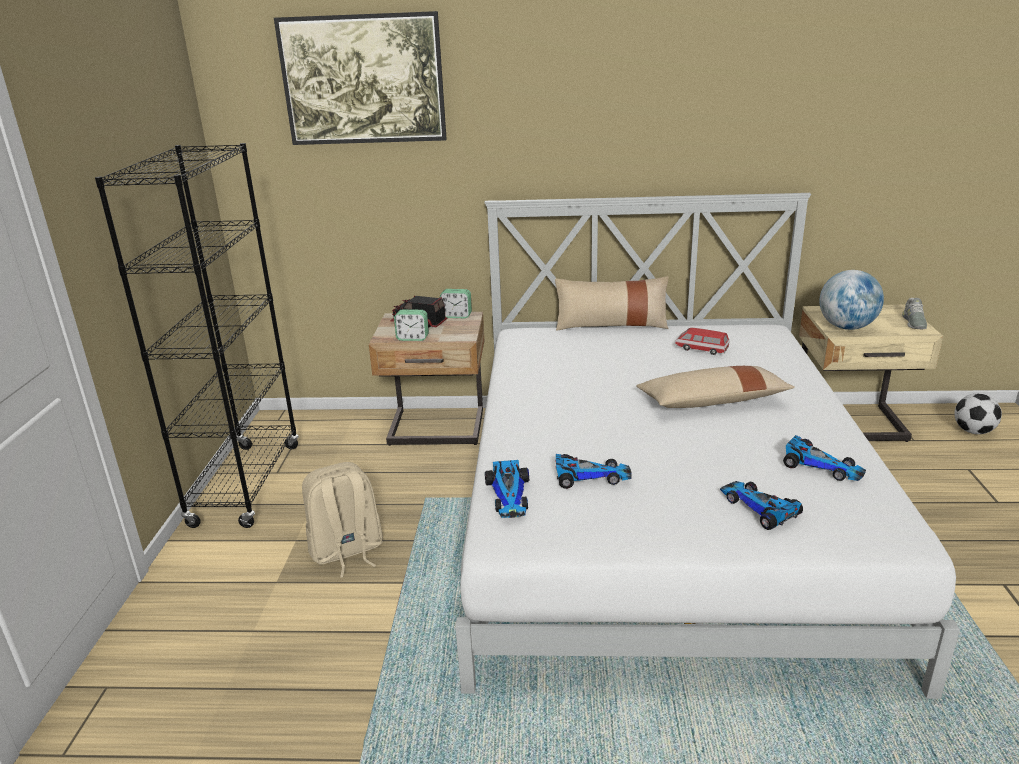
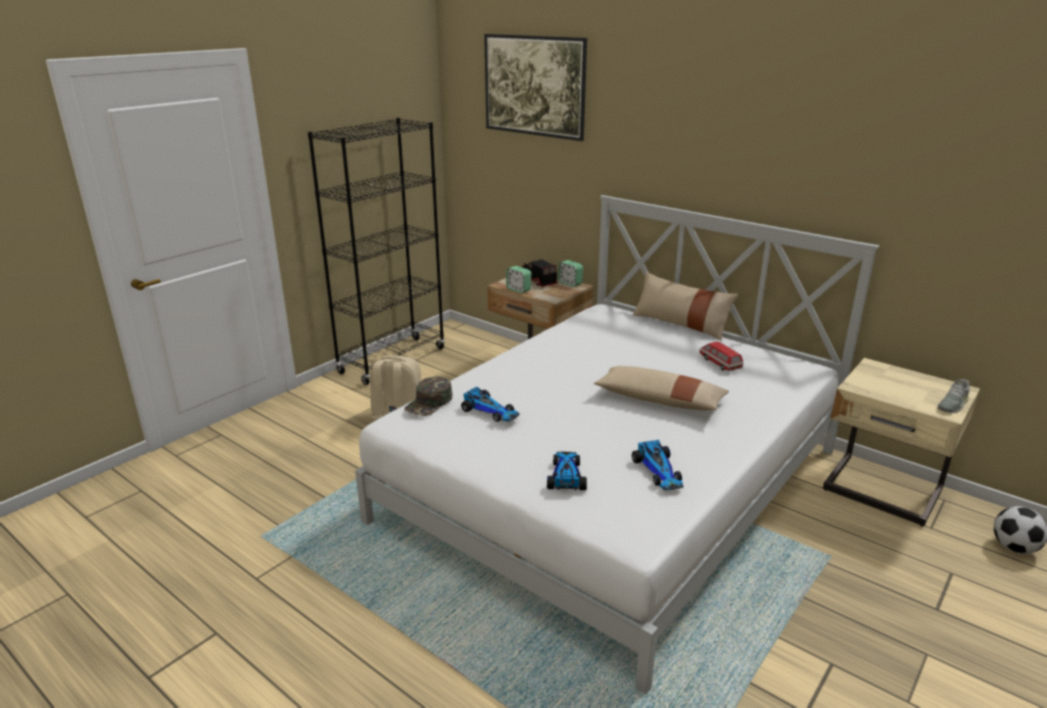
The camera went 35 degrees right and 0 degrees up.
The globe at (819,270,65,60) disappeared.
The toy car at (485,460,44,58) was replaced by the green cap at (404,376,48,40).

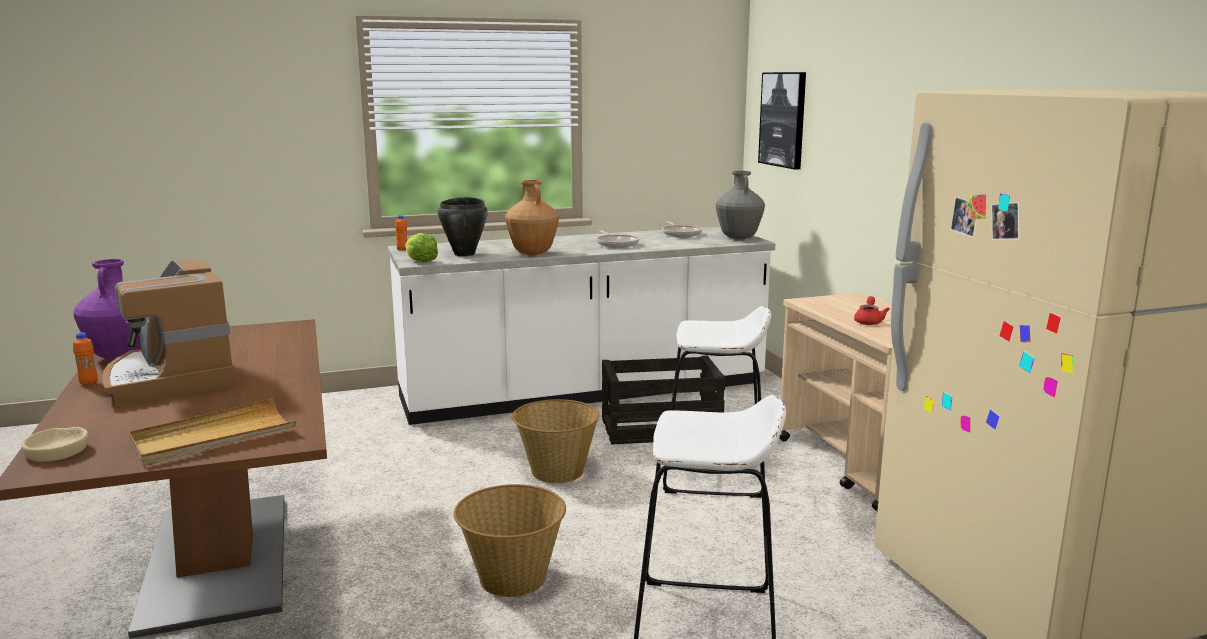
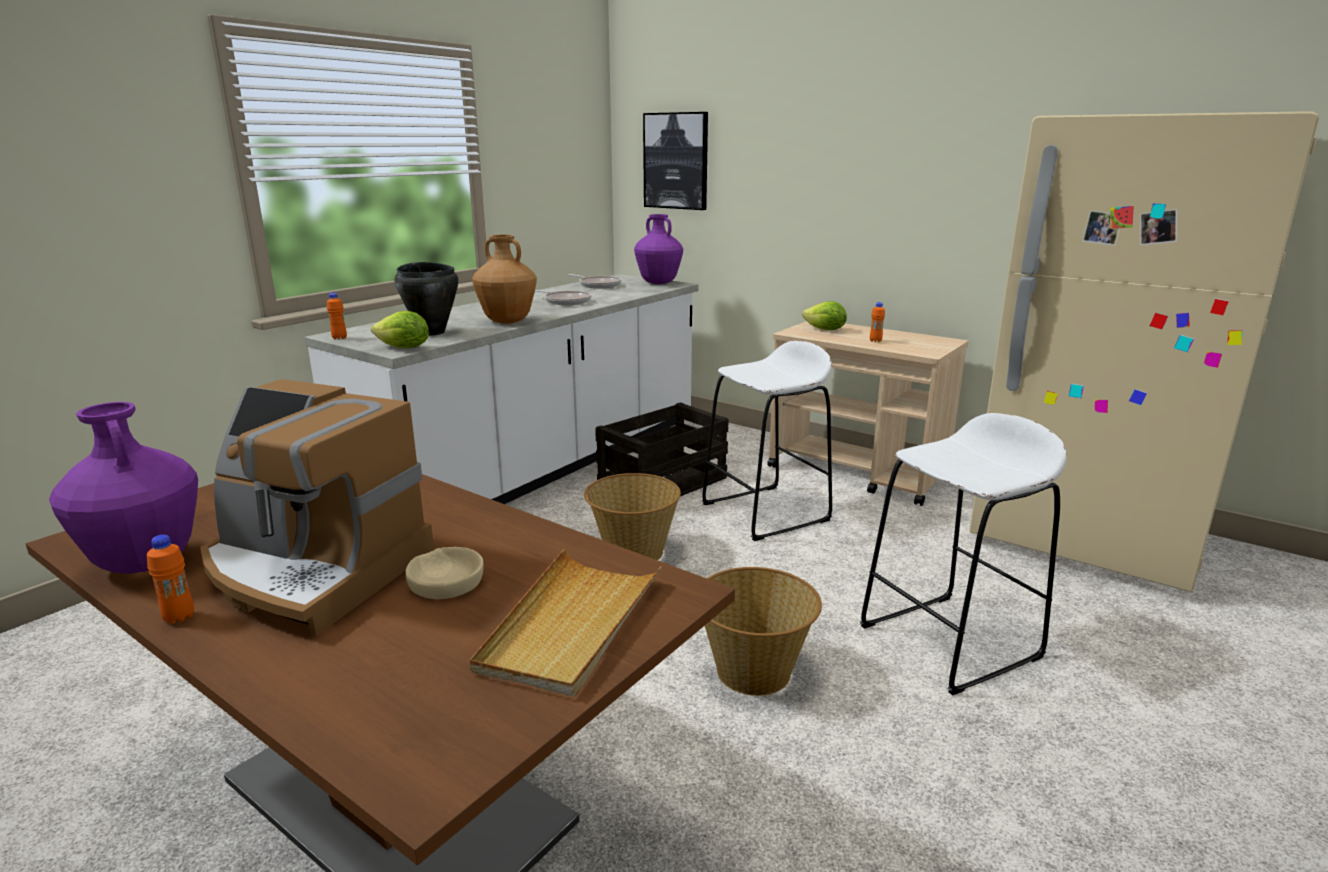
The camera went 35 degrees left and 5 degrees up.
The lettuce at (802,301,45,29) appeared.
The beige bowl moved from (22,427,66,35) to (405,547,79,52).
The red teapot at (854,296,36,29) was replaced by the orange bottle at (870,302,15,40).
The grey vase at (716,171,49,68) became the purple vase at (634,214,49,70).

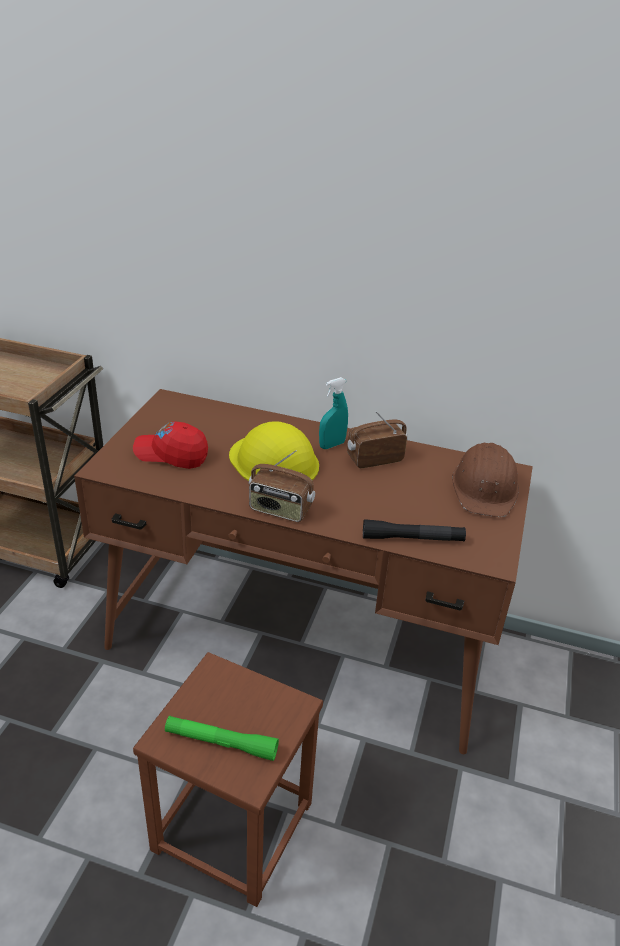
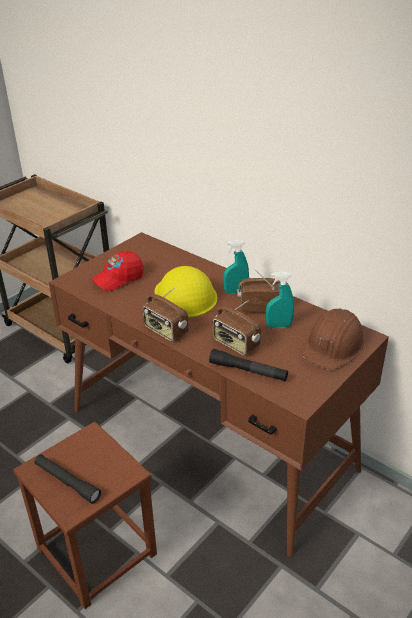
The camera went 25 degrees right and 0 degrees up.
The radio at (213,300,48,56) appeared.
The turquoise spray bottle at (266,272,28,56) appeared.
The green flashlight at (165,716,114,45) became the black flashlight at (35,454,66,50).
The red cap at (133,421,75,48) turned 75 degrees counterclockwise.

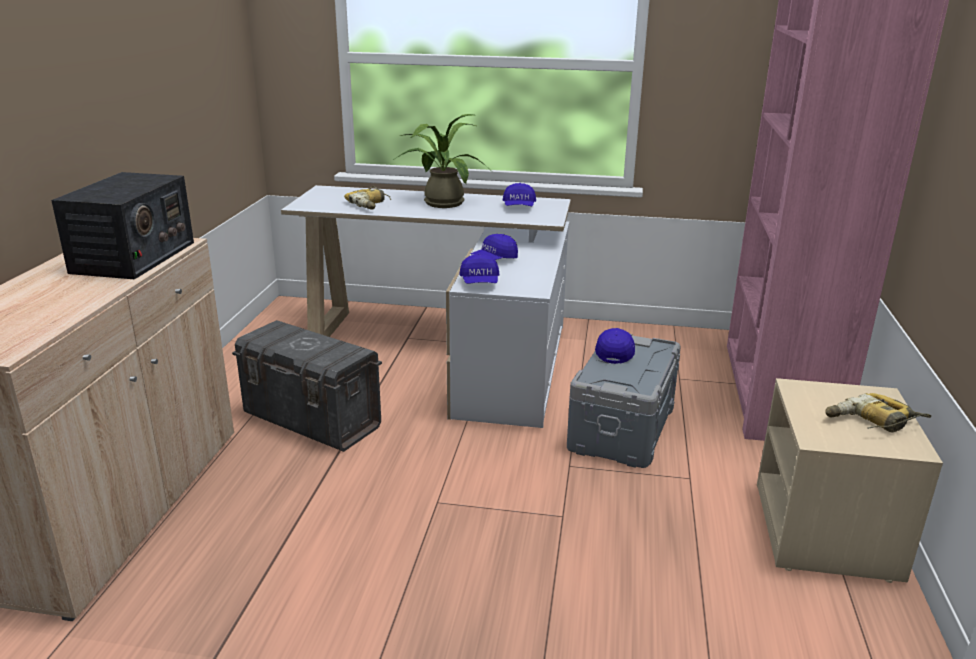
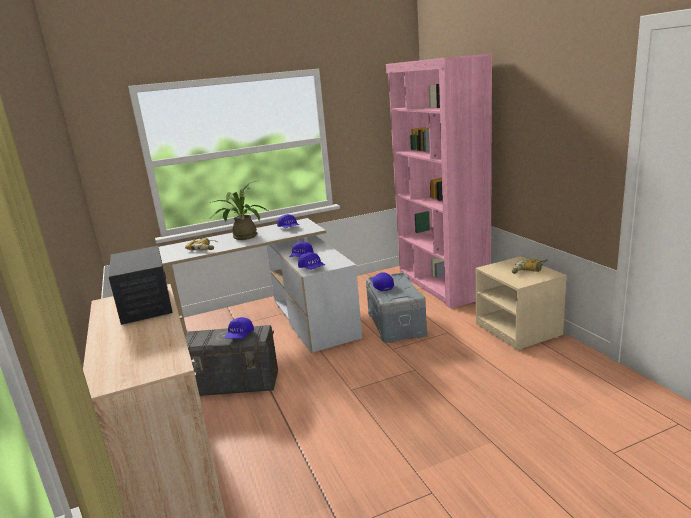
The camera went 30 degrees left and 5 degrees down.
The blue cap at (225,317,29,22) appeared.

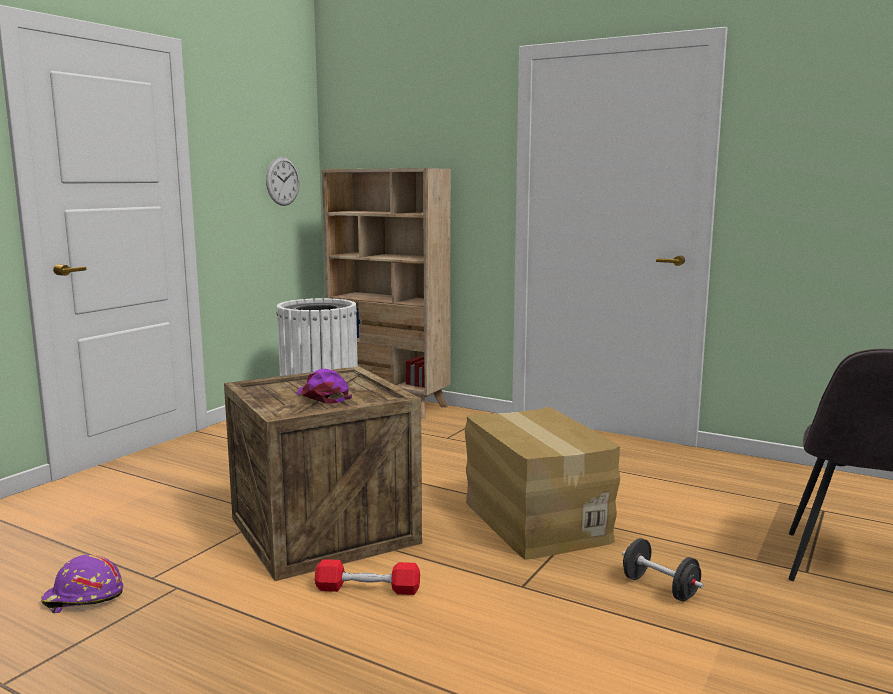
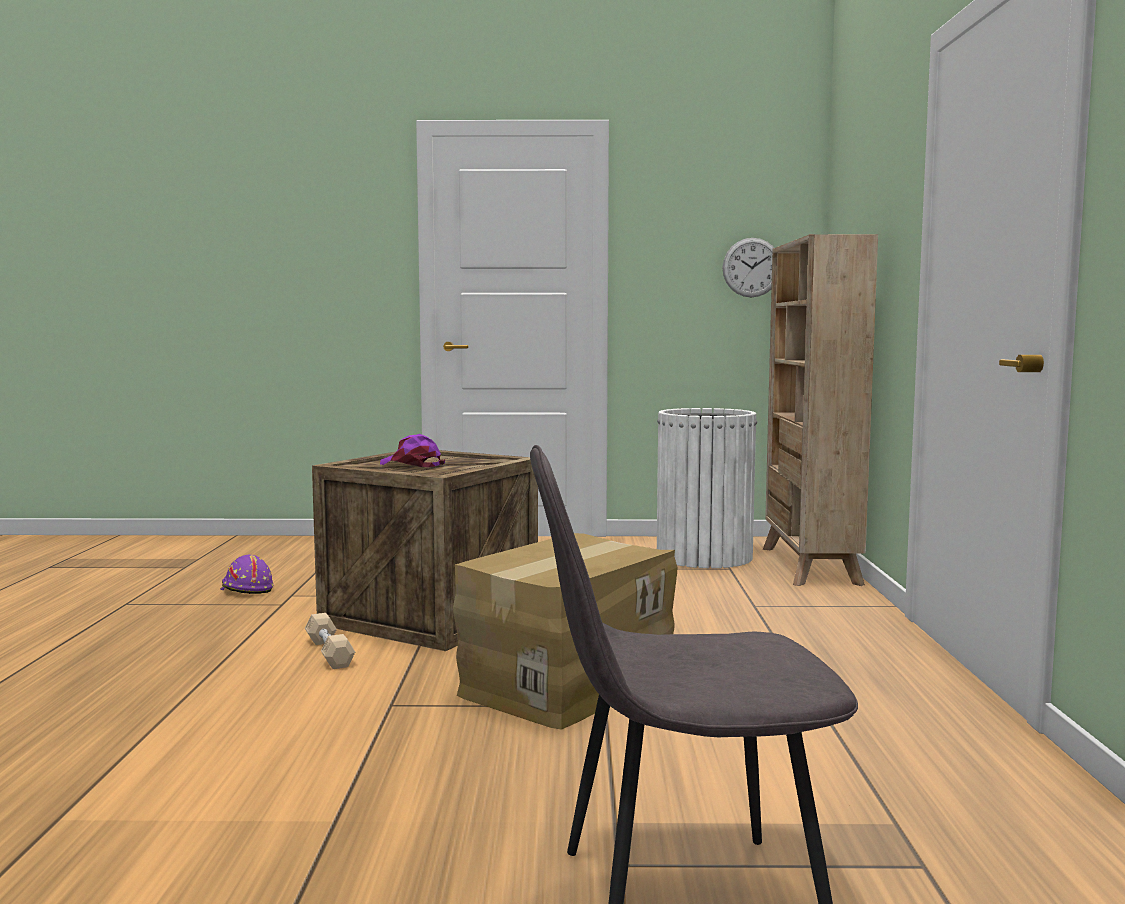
The camera went 60 degrees right and 5 degrees down.
The black dumbbell at (622,538,82,64) disappeared.
The red dumbbell at (315,559,105,36) became the beige dumbbell at (305,613,50,56).
The purple cap at (297,369,55,35) turned 75 degrees counterclockwise.

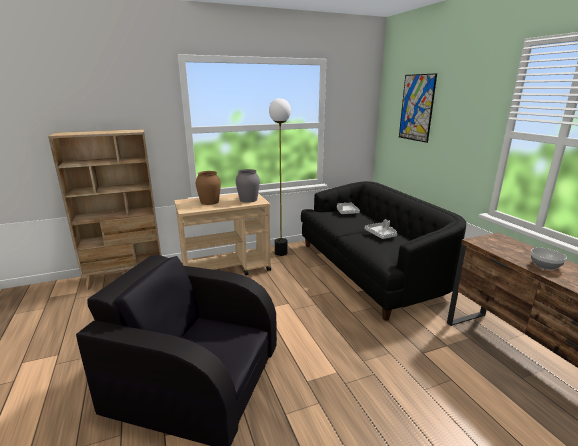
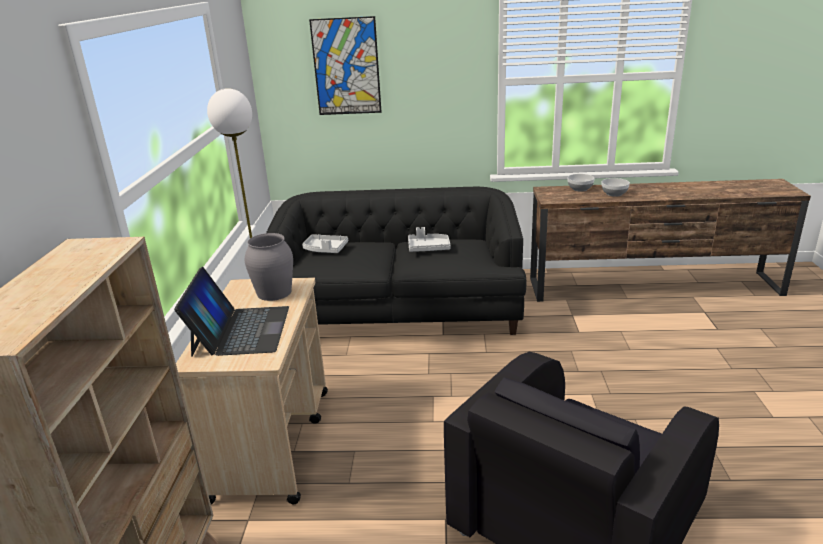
The camera went 65 degrees left and 5 degrees up.
The bowl at (567,174,27,18) appeared.
The brown vase at (196,171,25,34) was replaced by the laptop at (174,267,115,90).

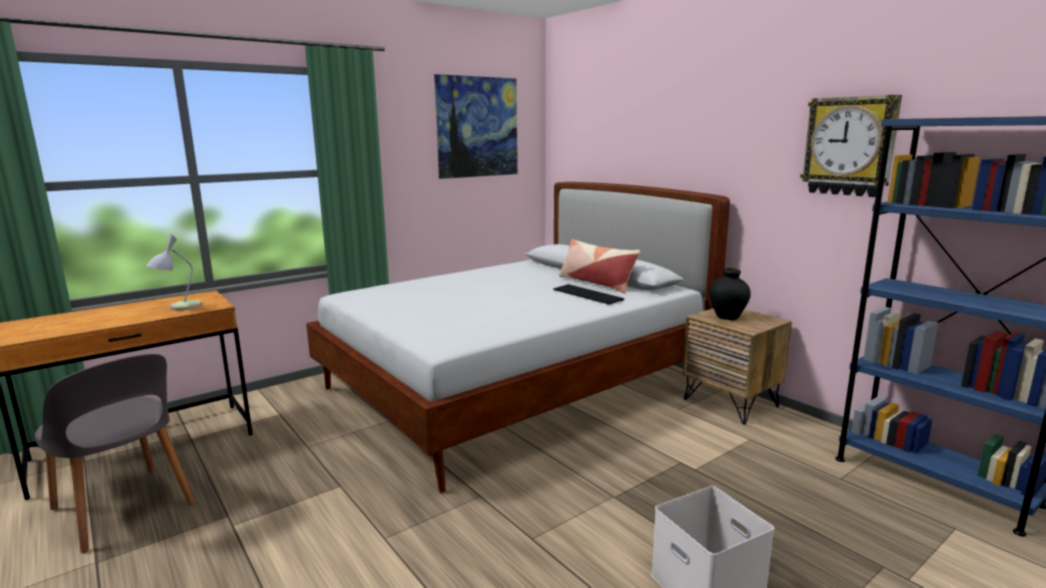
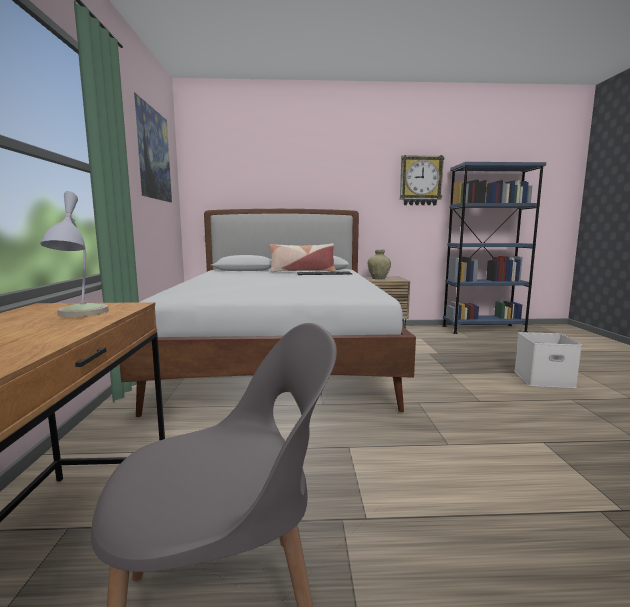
The camera went 55 degrees left and 5 degrees down.
The black vase at (709,268,42,52) became the beige vase at (368,250,23,29).

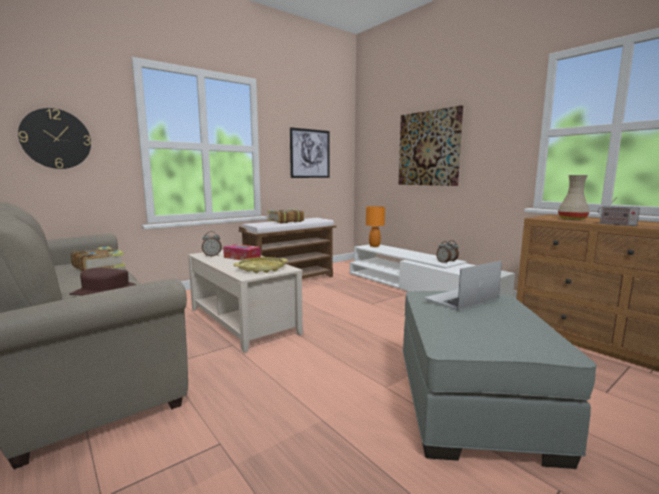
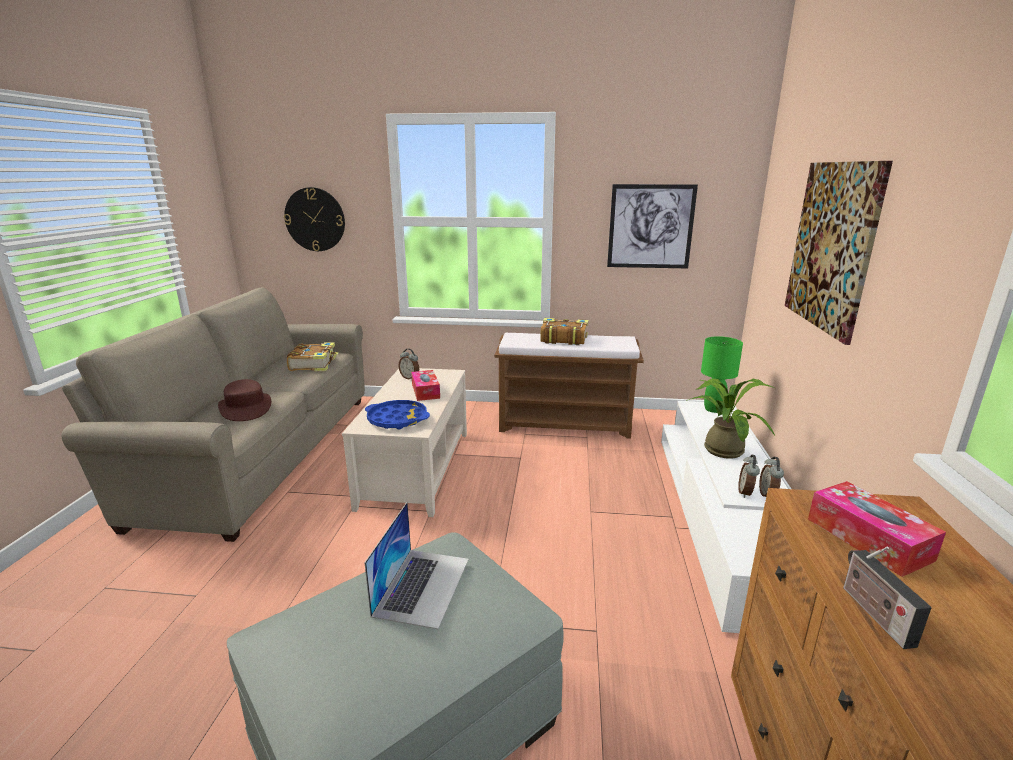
The camera went 45 degrees right and 10 degrees up.
The potted plant at (686,379,89,80) appeared.
The beige vase at (558,175,32,45) was replaced by the tissue box at (808,481,138,96).
The yellow tray at (234,257,54,16) became the blue tray at (365,400,65,29).
The orange table lamp at (366,206,19,41) became the green table lamp at (701,336,42,77).
The laptop at (424,260,78,50) turned 90 degrees clockwise.

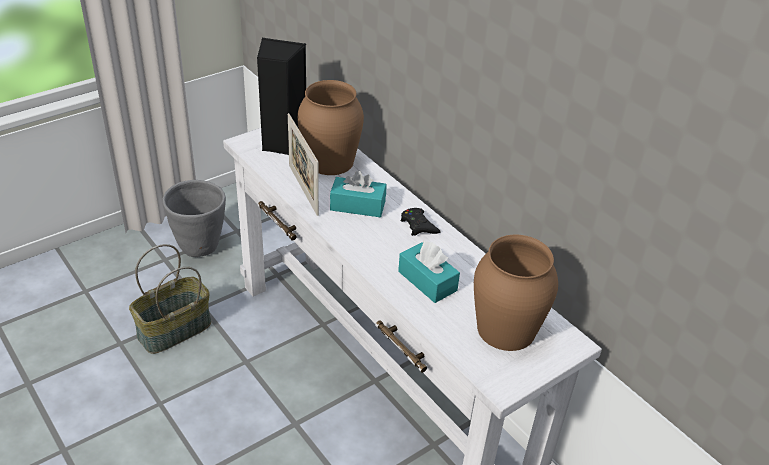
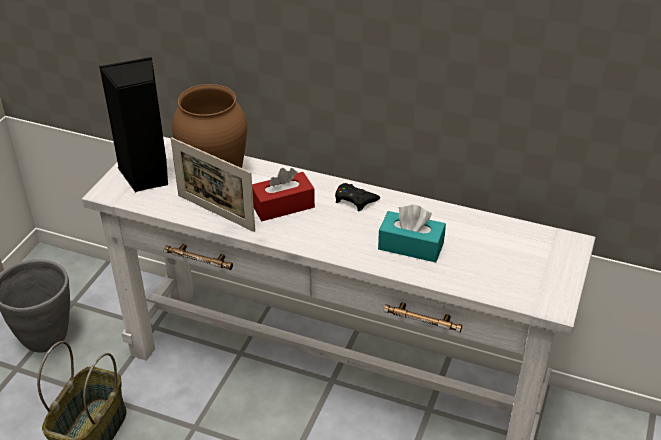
The camera went 30 degrees left and 0 degrees up.
The brown vase at (474,235,84,116) disappeared.
The turquoise tissue box at (330,171,56,46) became the red tissue box at (252,168,63,53).

